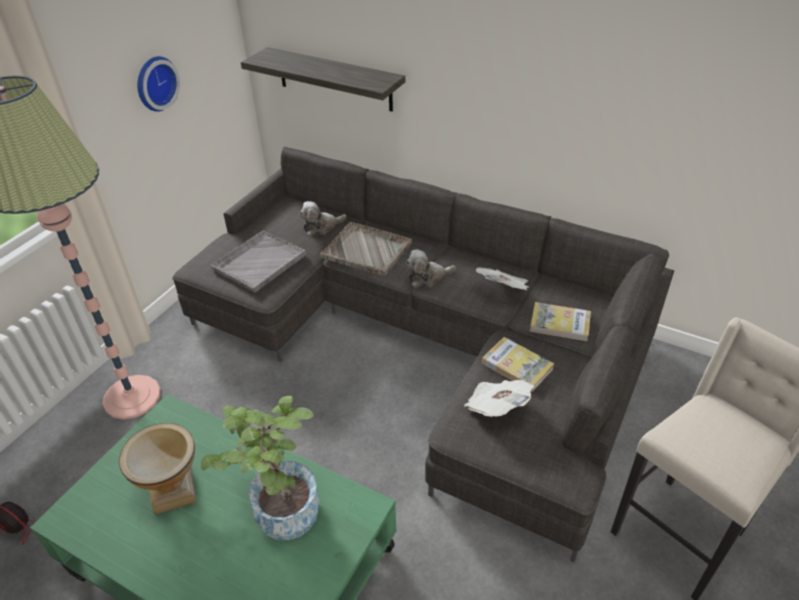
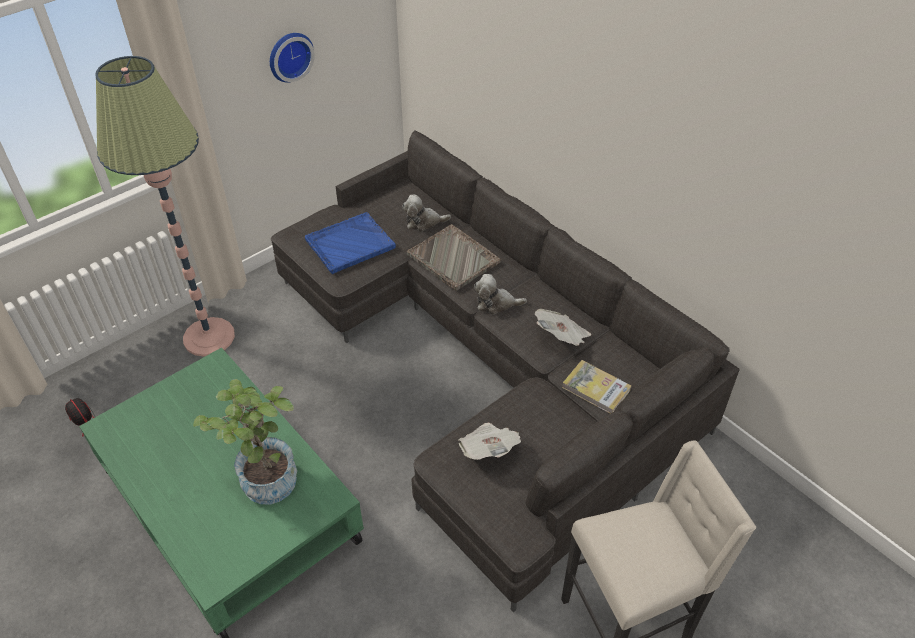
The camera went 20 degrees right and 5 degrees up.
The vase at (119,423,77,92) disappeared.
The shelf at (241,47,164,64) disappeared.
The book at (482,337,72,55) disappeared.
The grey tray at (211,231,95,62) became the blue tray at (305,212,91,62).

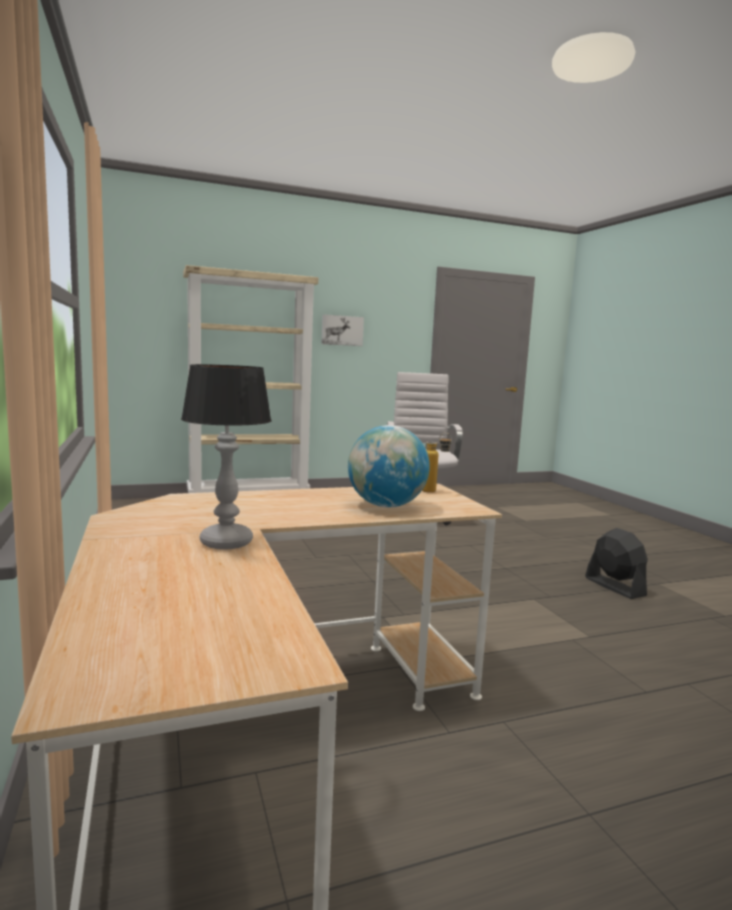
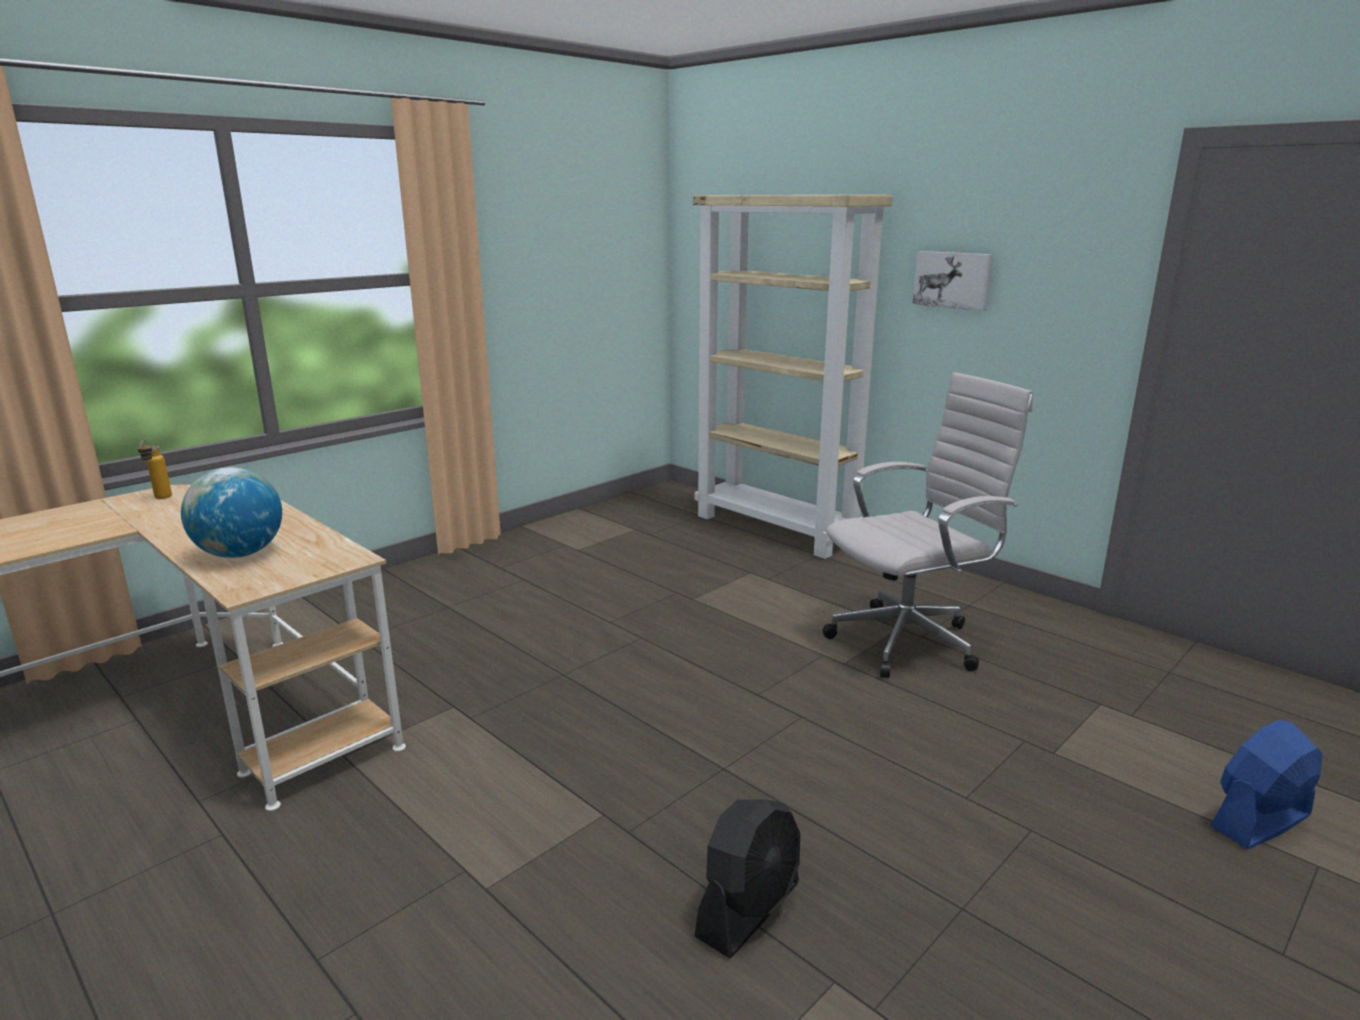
The camera went 65 degrees right and 10 degrees up.
The table lamp at (181,364,91,186) disappeared.
The blue fan at (1210,720,113,129) appeared.
The bottle moved from (422,433,30,60) to (138,440,34,59).

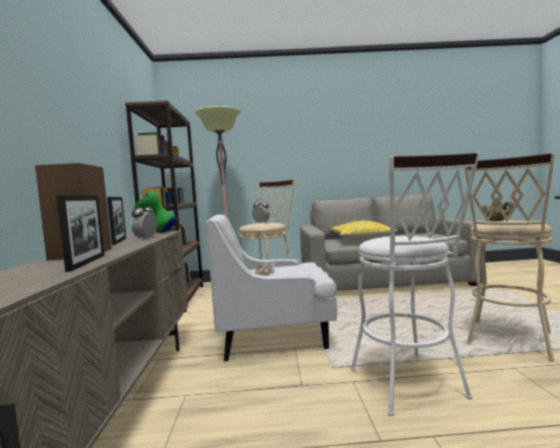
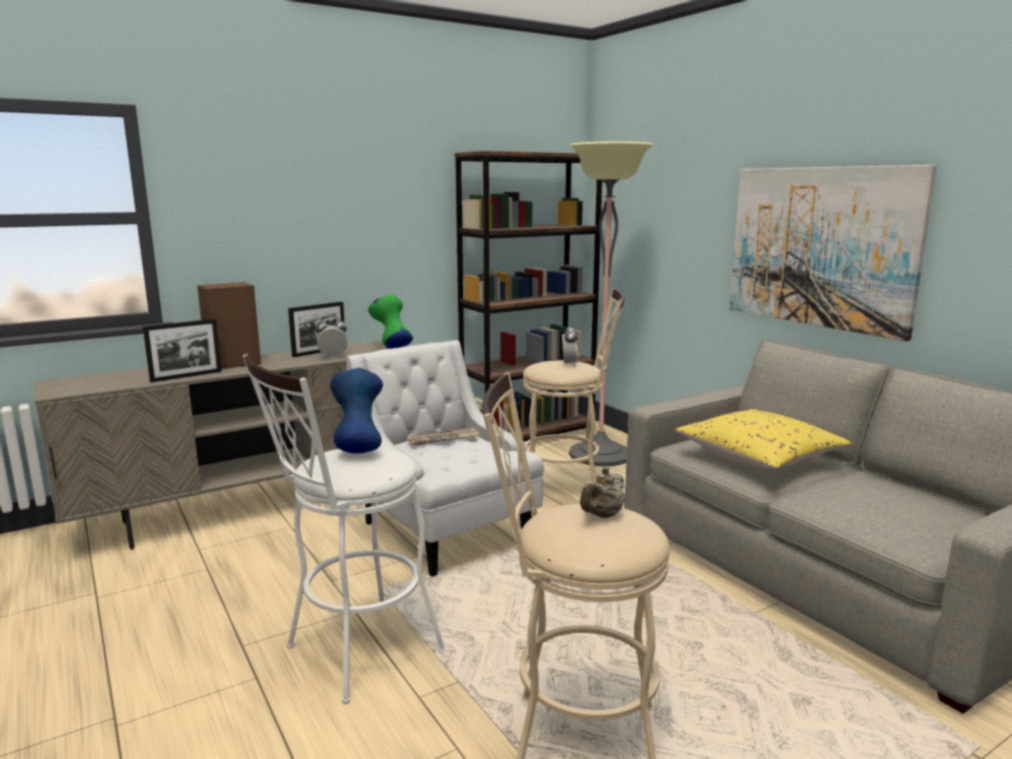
The camera went 60 degrees right and 10 degrees up.
The blue vase at (330,368,53,85) appeared.
The picture at (729,165,208,176) appeared.

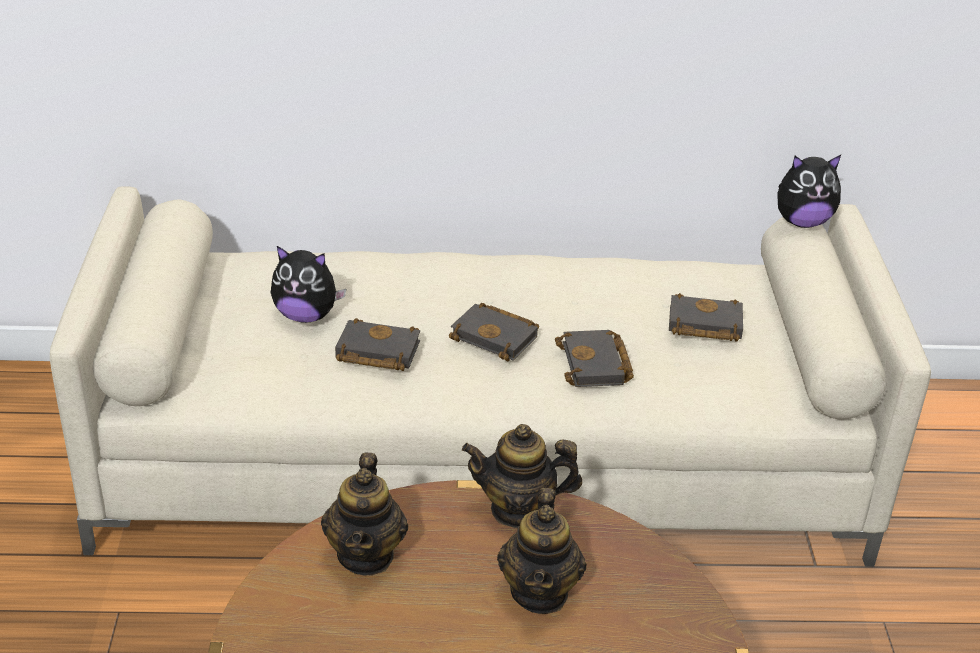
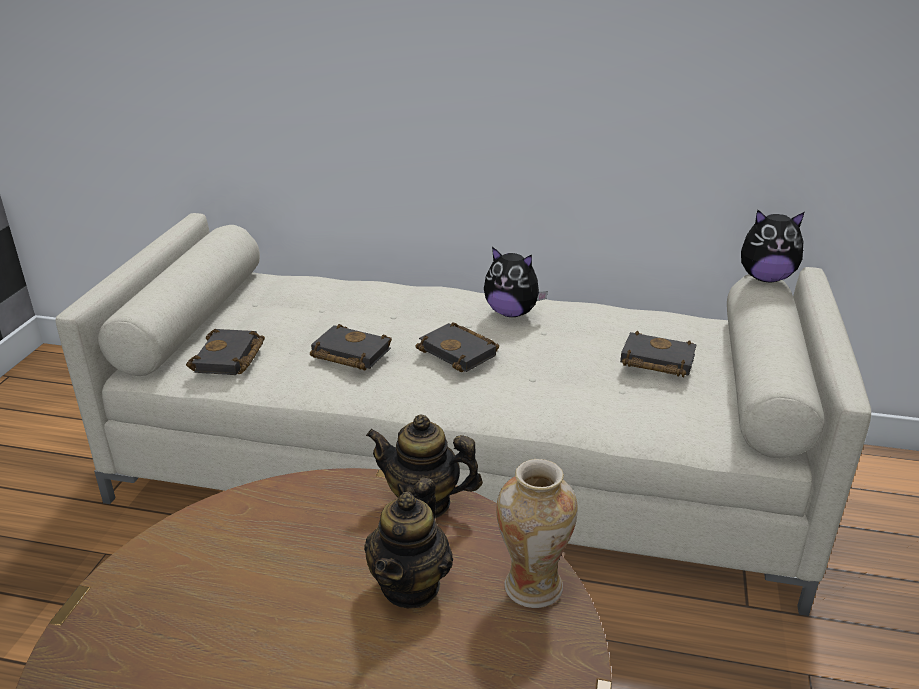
The camera went 15 degrees right and 5 degrees down.
The teapot at (321,453,87,122) disappeared.
The vase at (496,459,82,149) appeared.
The plush toy moved from (271,246,75,77) to (484,247,64,70).
The black book moved from (555,330,79,57) to (186,329,79,46).

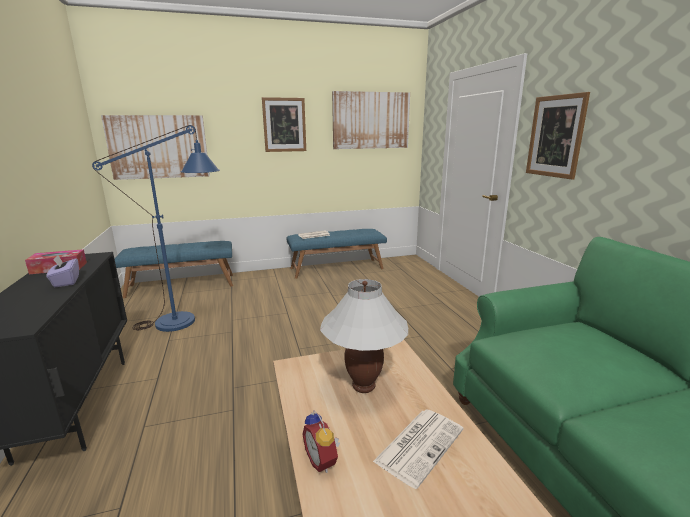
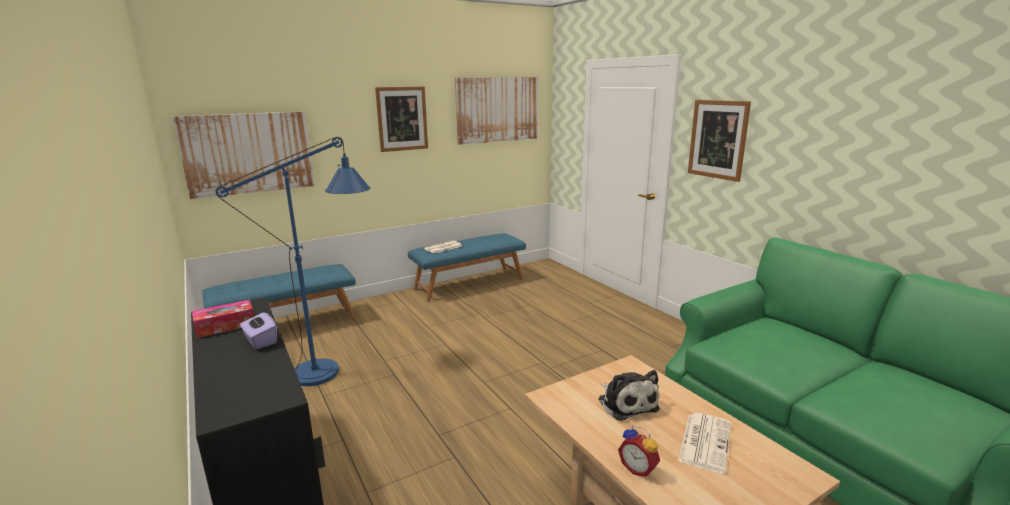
The camera went 15 degrees left and 0 degrees up.
The white table lamp at (320,279,88,114) was replaced by the plush toy at (599,370,61,51).

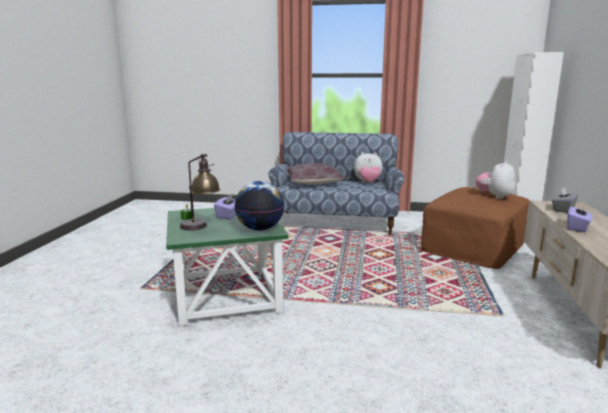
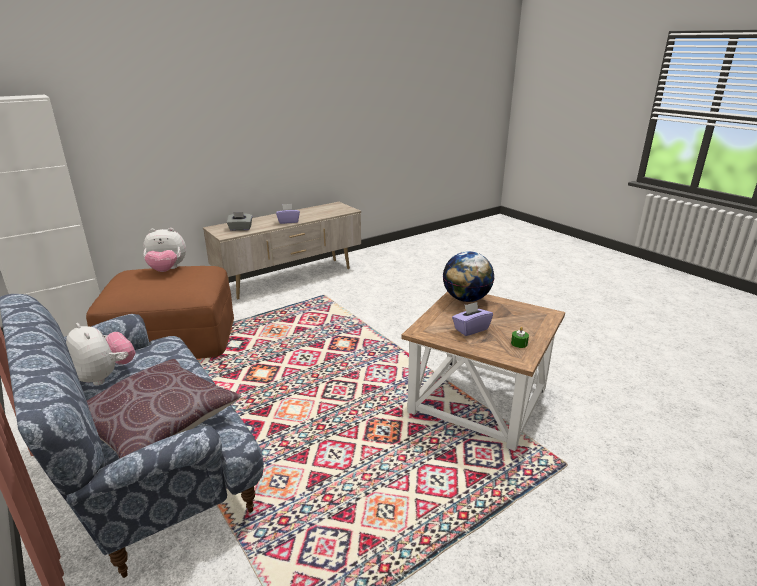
The camera went 135 degrees left and 10 degrees up.
The table lamp at (180,154,40,77) disappeared.
The green side table at (166,208,122,118) became the brown side table at (401,291,164,160).

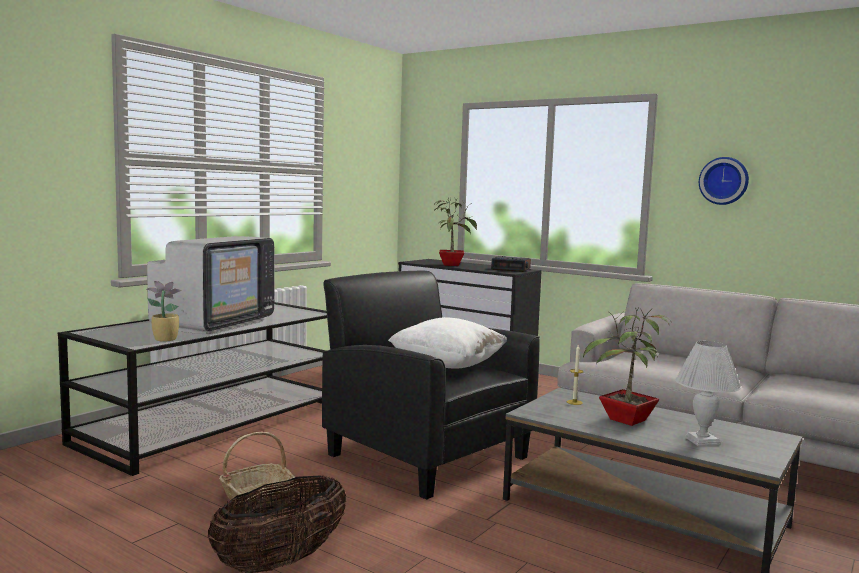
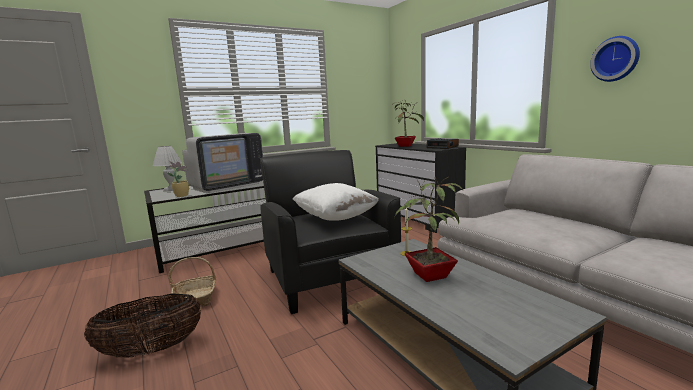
The camera went 25 degrees right and 5 degrees up.
The white table lamp moved from (675,341,66,105) to (153,146,29,45).

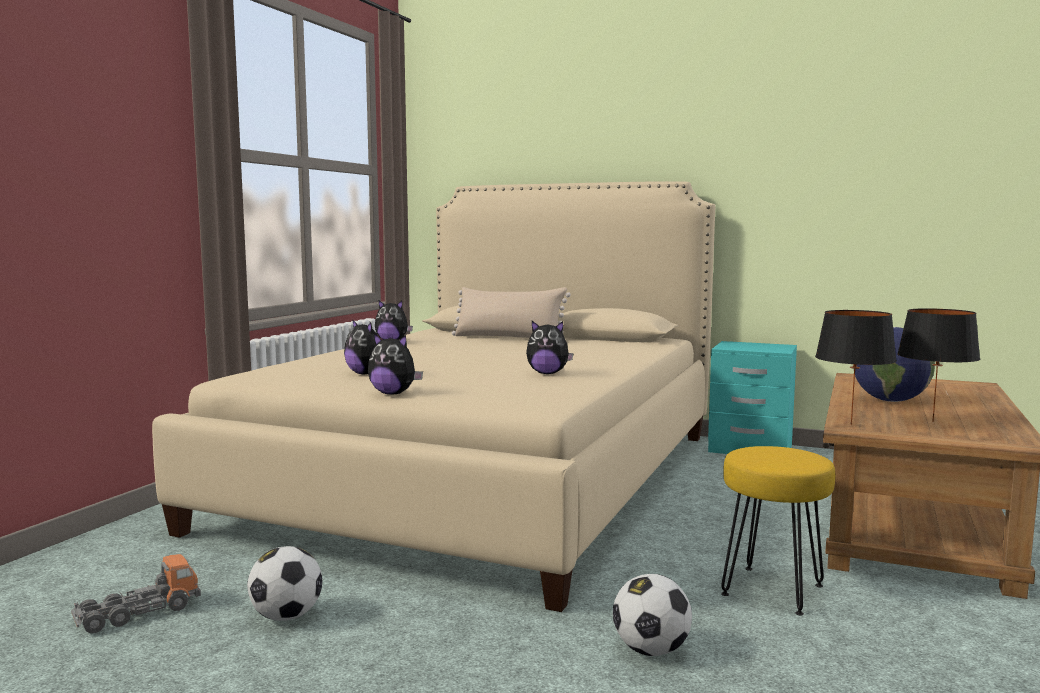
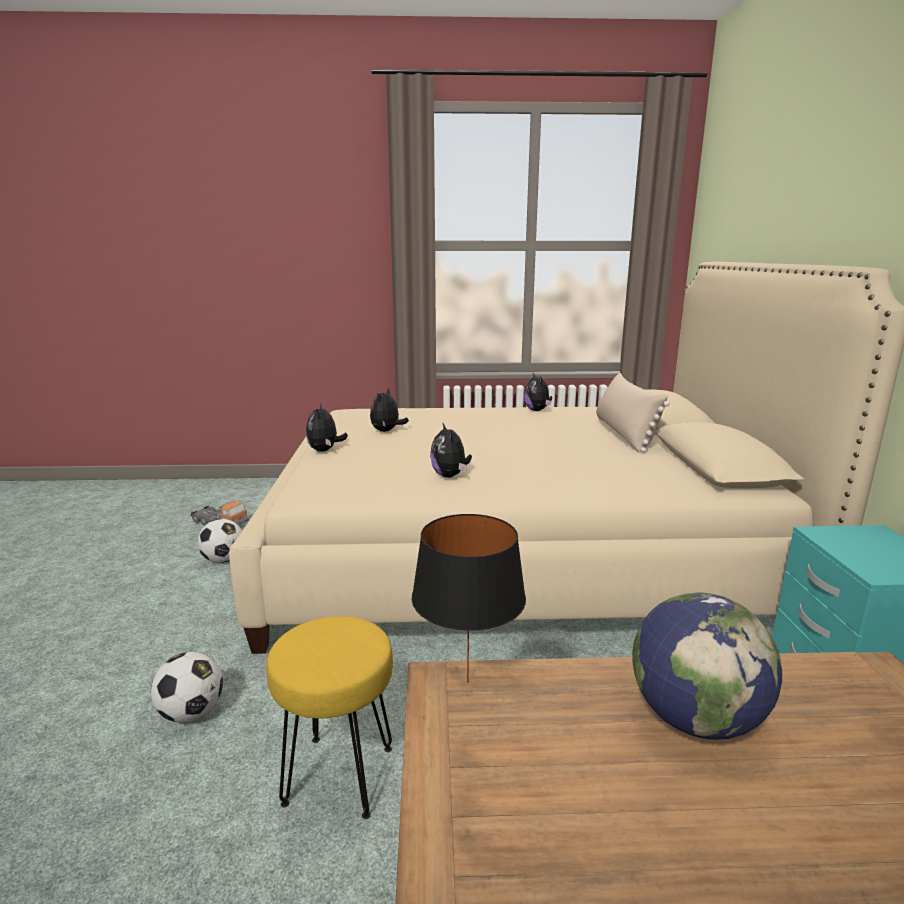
The camera went 65 degrees right and 10 degrees up.
The black table lamp at (897,308,83,114) disappeared.

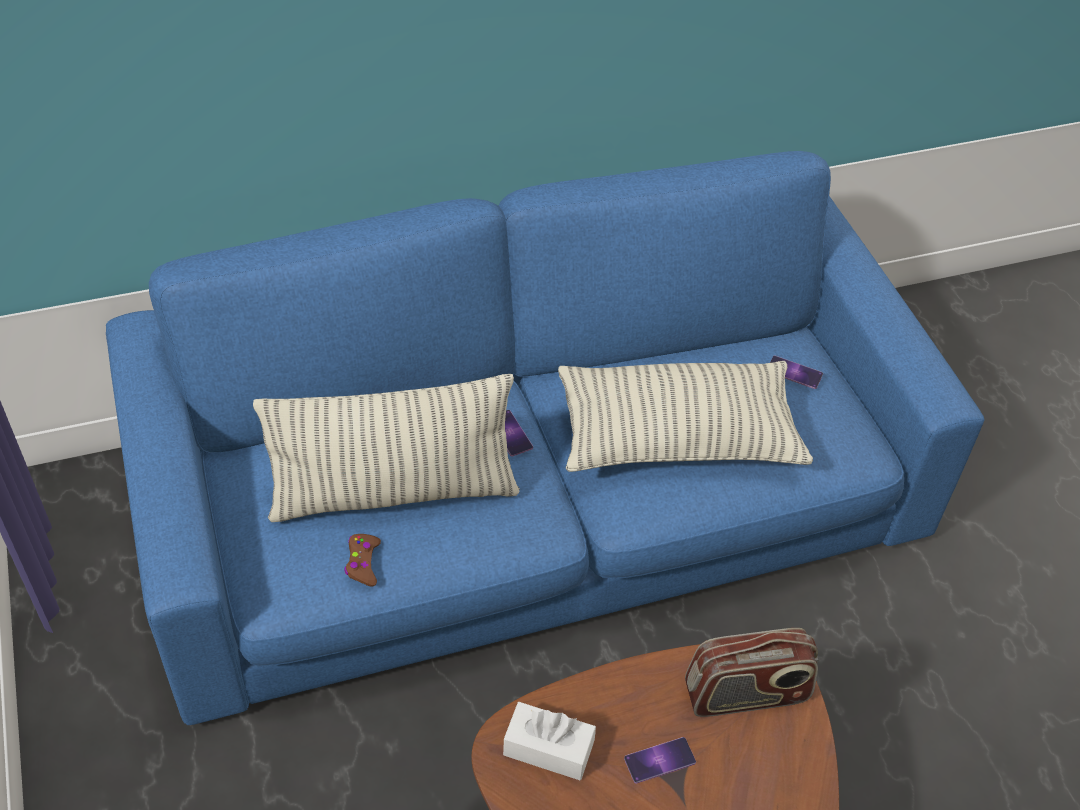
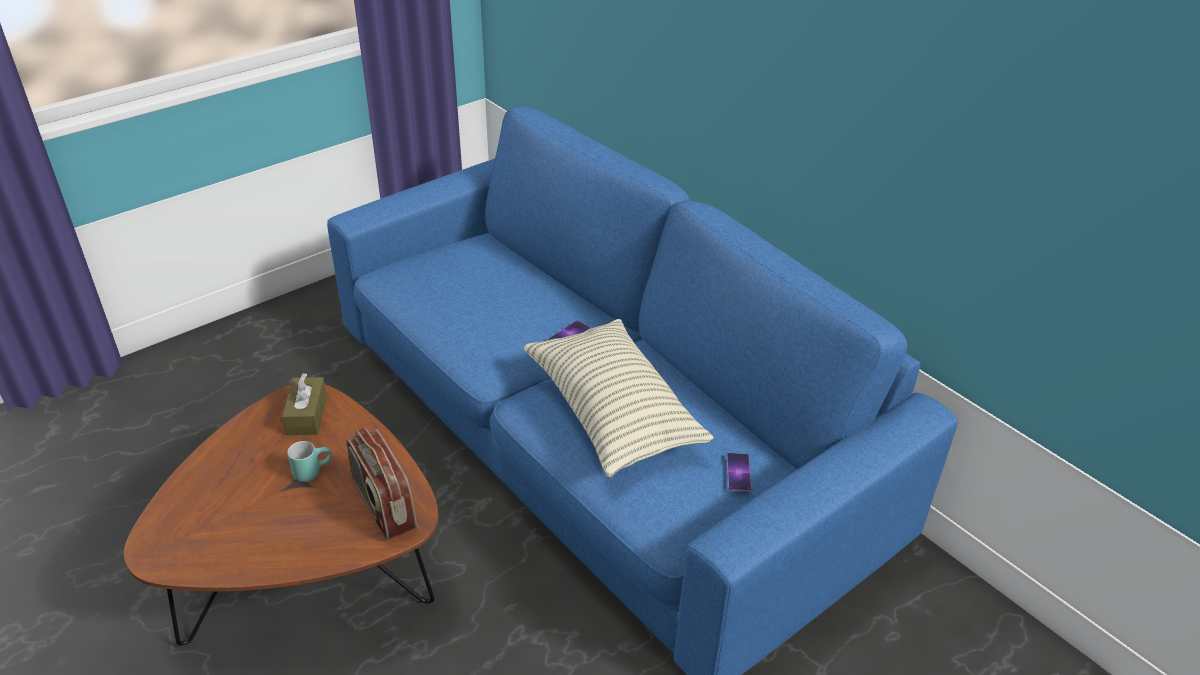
The camera went 70 degrees right and 10 degrees down.
The pillow at (253,374,267,148) disappeared.
The brown game controller at (345,534,36,53) disappeared.
The phone at (624,737,72,47) was replaced by the turquoise mug at (287,441,45,41).
The white tissue box at (503,702,93,78) became the brown tissue box at (282,374,45,61).

